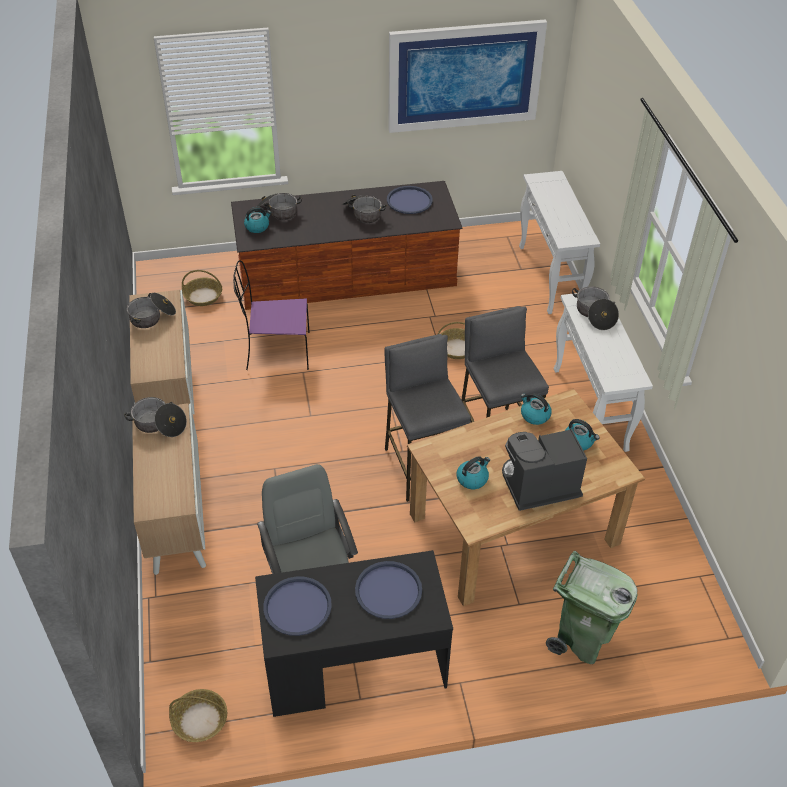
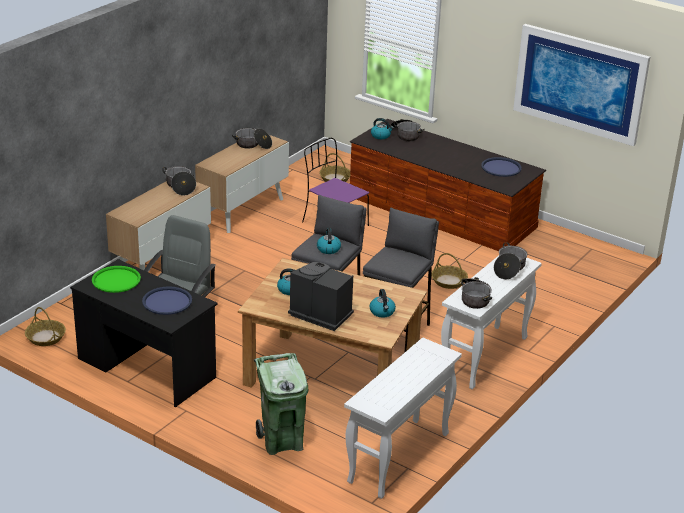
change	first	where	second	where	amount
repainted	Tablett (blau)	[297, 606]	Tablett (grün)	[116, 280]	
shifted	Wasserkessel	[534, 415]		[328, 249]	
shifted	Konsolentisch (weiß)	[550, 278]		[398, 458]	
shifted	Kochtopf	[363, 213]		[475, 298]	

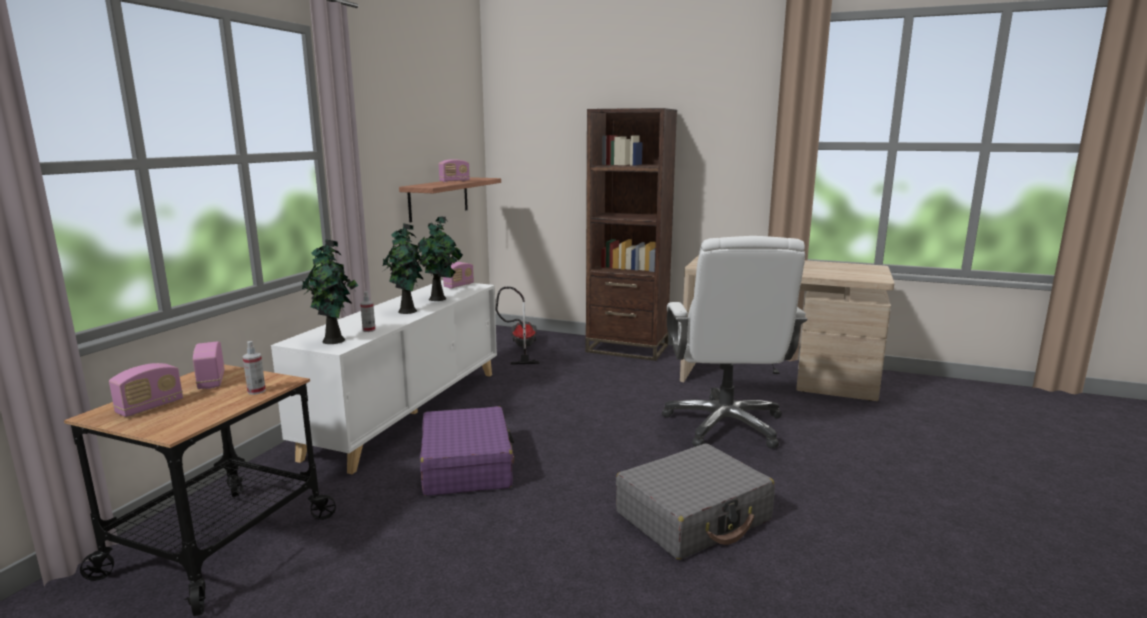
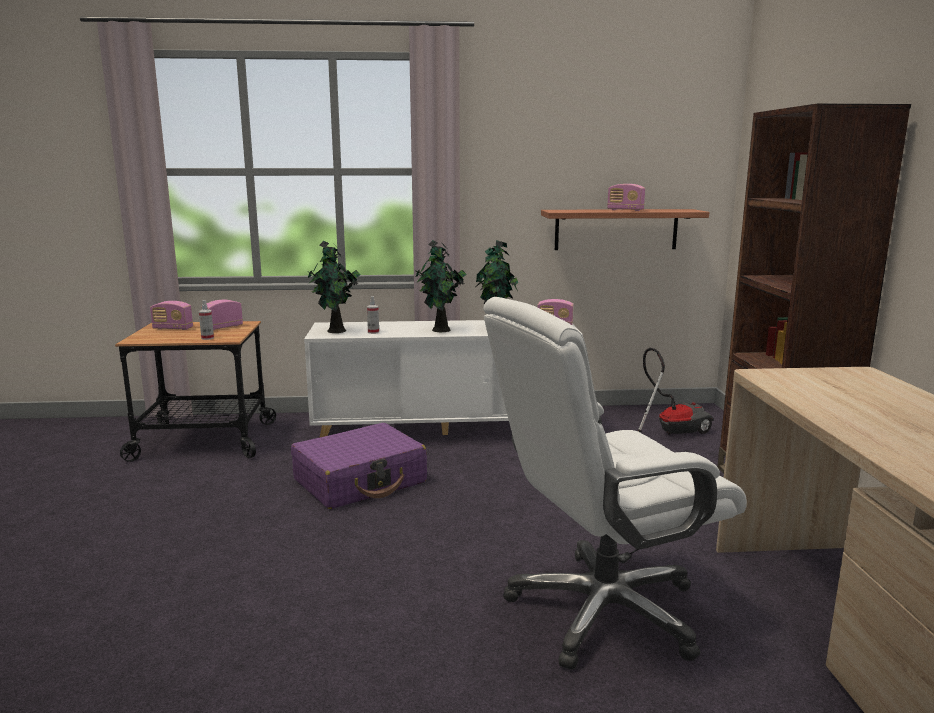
change	first	where	second	where	amount
gone	Koffer (grau)	[693, 517]			

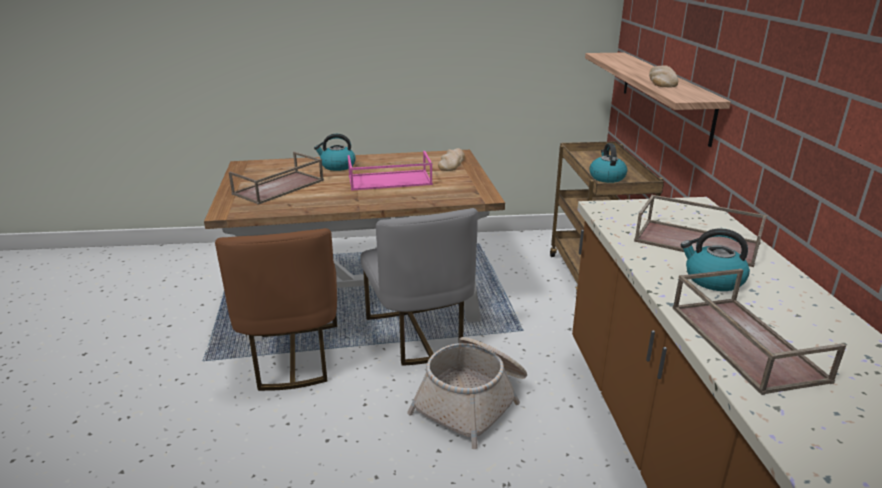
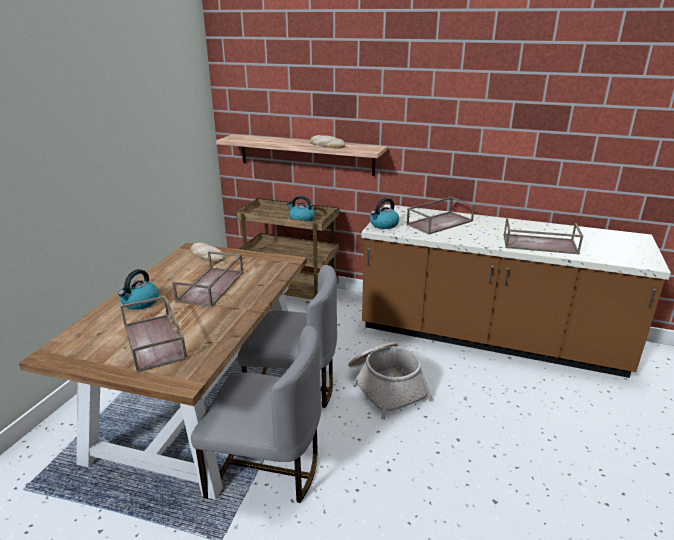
change	first	where	second	where	amount
repainted	Tablett (rosa)	[389, 181]	Tablett (braun)	[211, 287]	
repainted	Stuhl (braun)	[292, 357]	Stuhl (grau)	[266, 470]	
shifted	Wasserkessel	[713, 280]		[383, 225]	

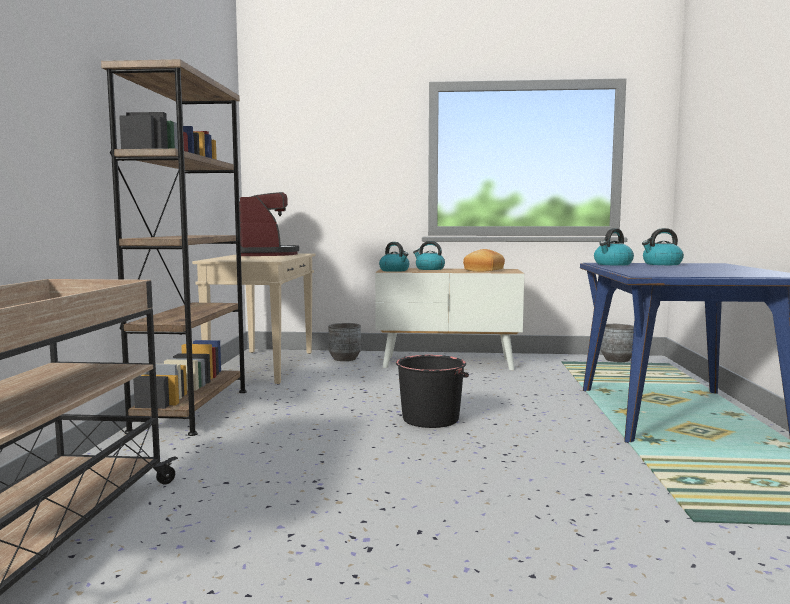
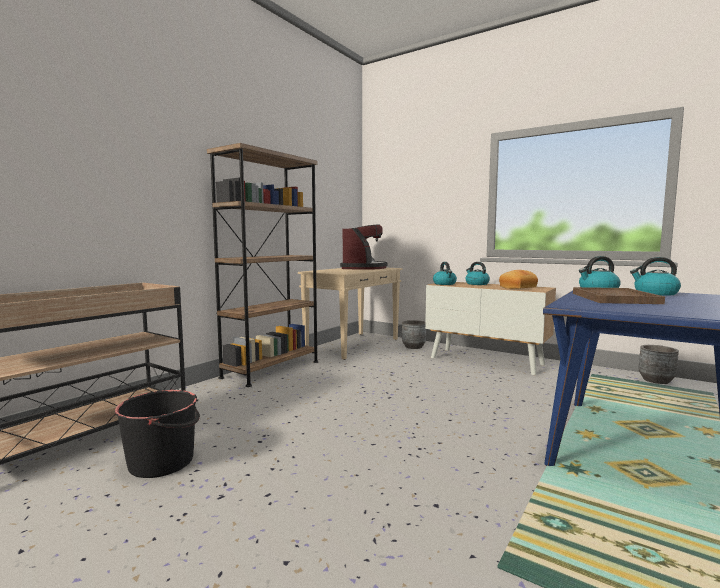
change	first	where	second	where	amount
shifted	Eimer (schwarz)	[431, 419]		[162, 462]	
new			Tablett (braun)	[614, 298]	

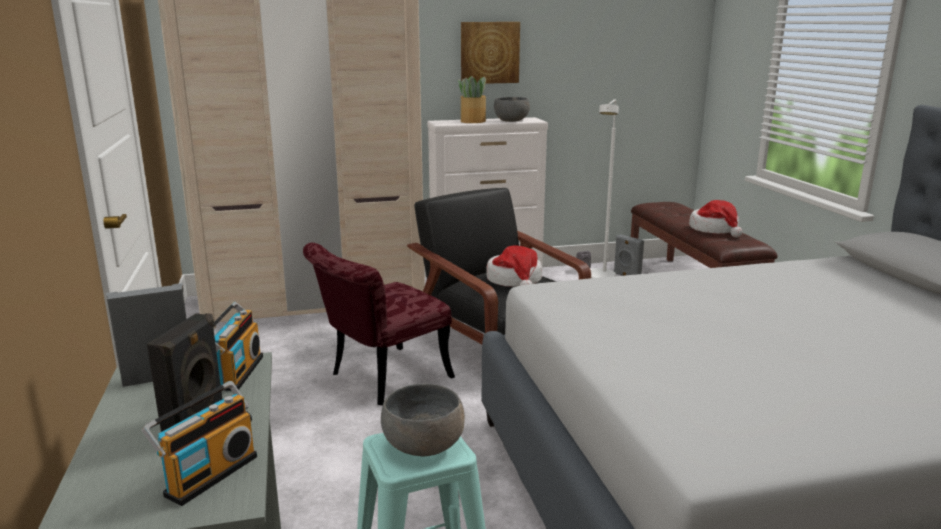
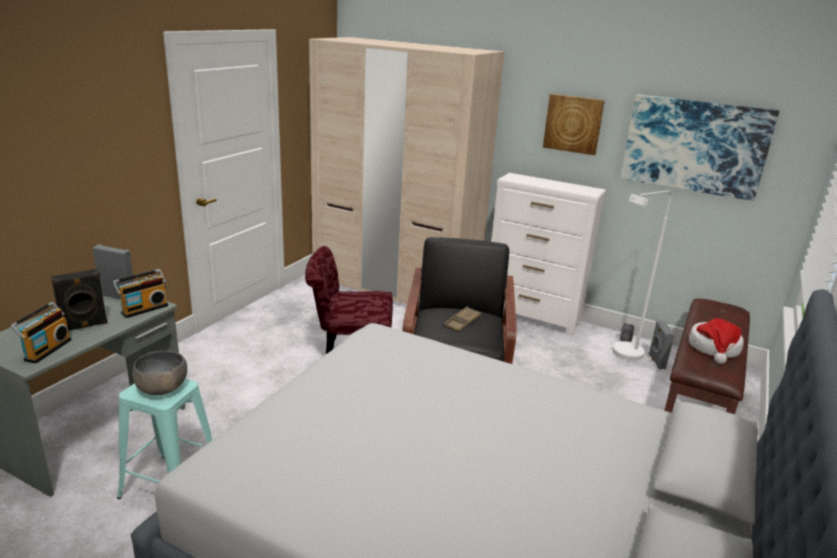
change	first	where	second	where	amount
rotated	Radio	[209, 474]		[46, 350]	60 degrees counterclockwise
swapped	Hut	[515, 280]	Tablett (braun)	[462, 322]	
new			Bild	[694, 146]	
gone	Topfpflanze	[473, 121]			
gone	Schüssel (grau)	[511, 120]			

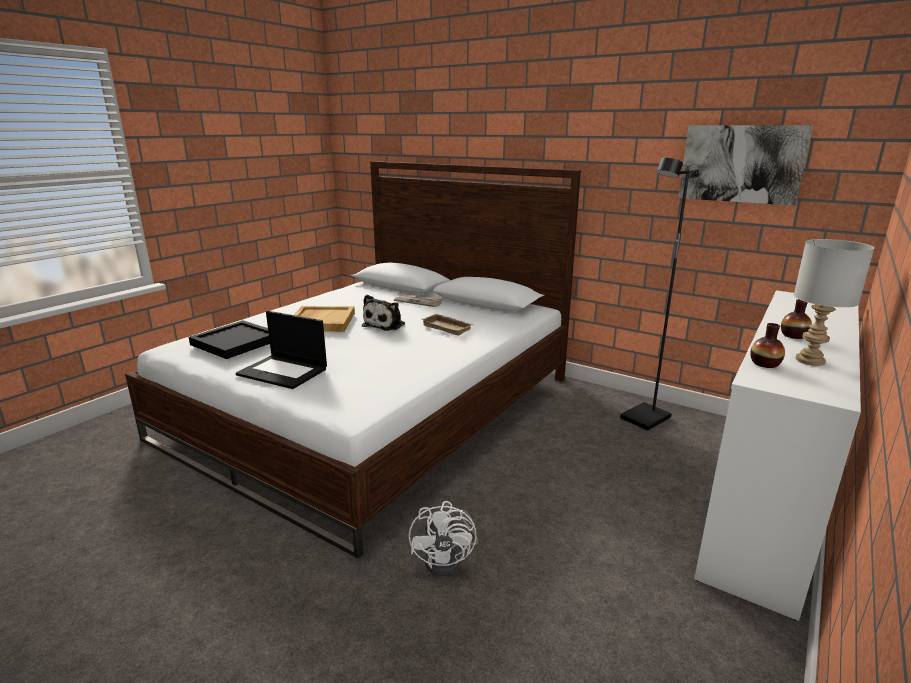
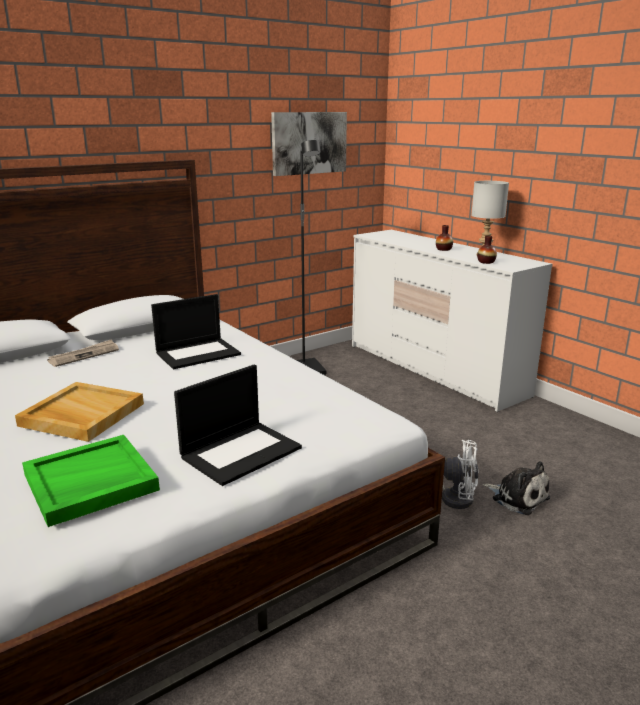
change	first	where	second	where	amount
repainted	Tablett (schwarz)	[234, 342]	Tablett (grün)	[90, 483]	
swapped	Tablett (beige)	[448, 327]	Laptop	[198, 353]	
shifted	Plüschtier	[385, 324]		[517, 497]	

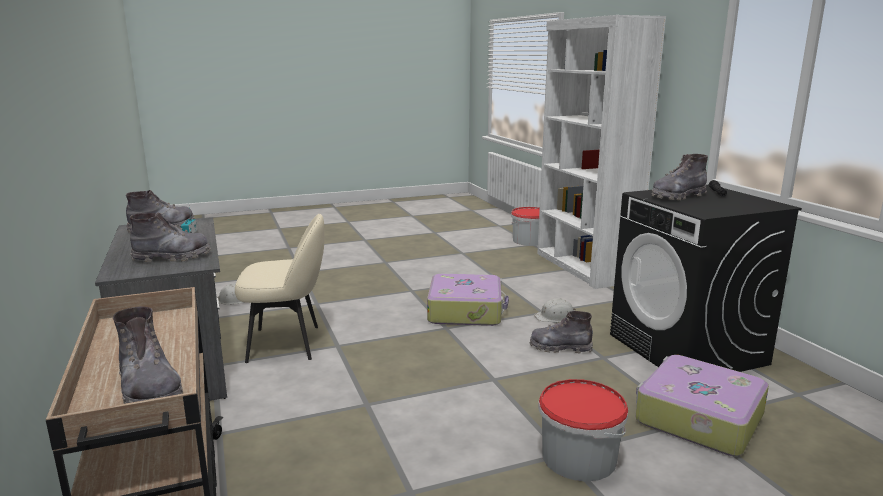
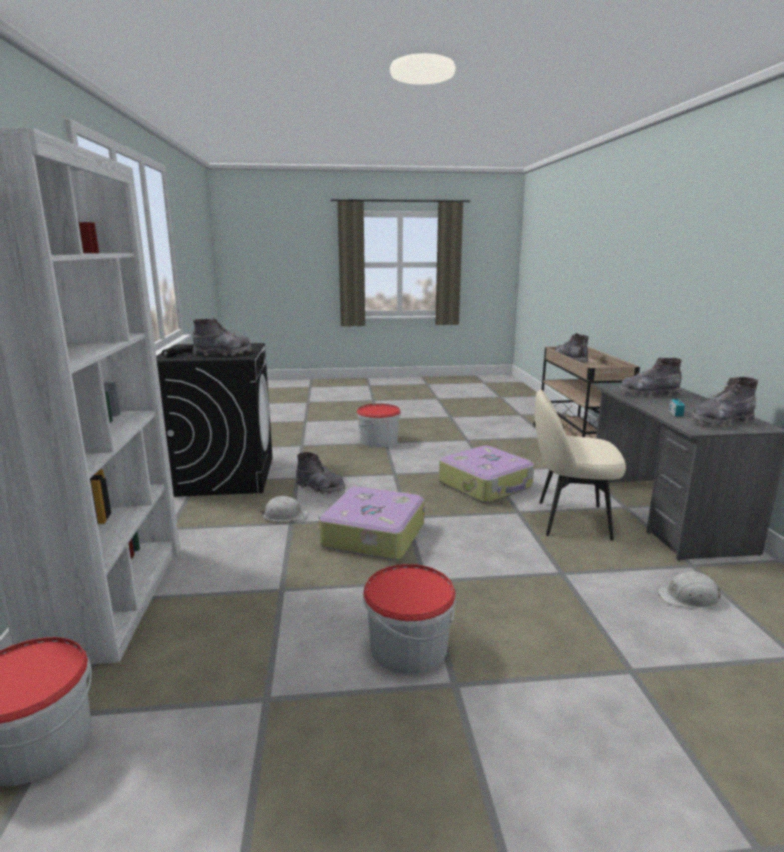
change	first	where	second	where	amount
new			Eimer	[408, 647]	
shifted	Koffer	[697, 418]		[486, 485]	

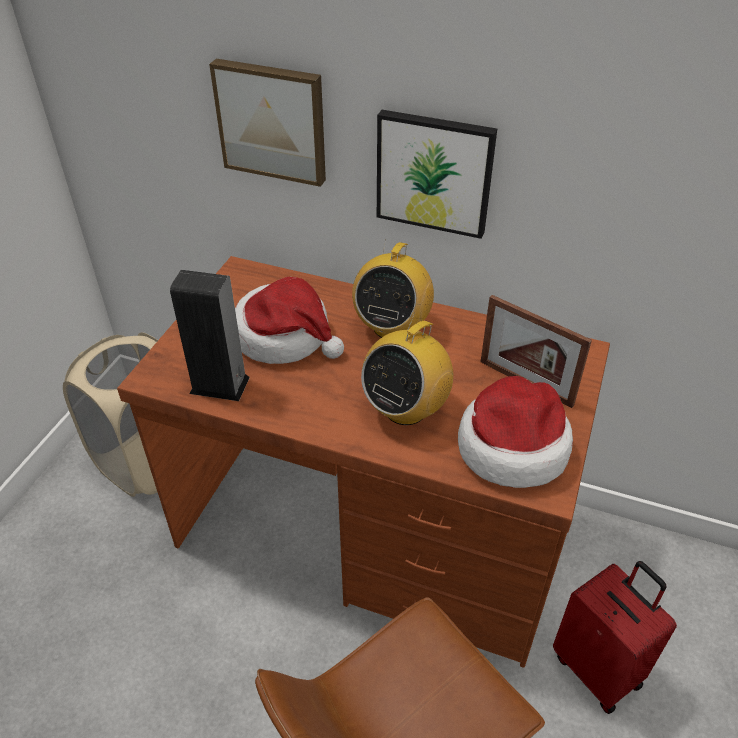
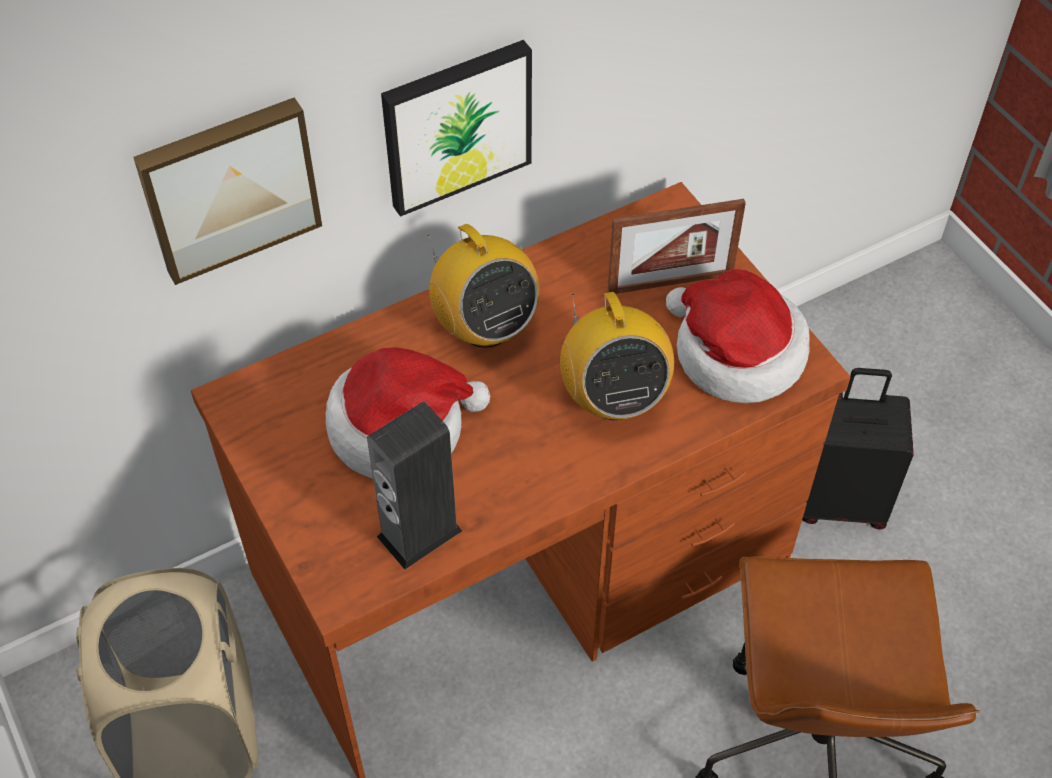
change	first	where	second	where	amount
repainted	Koffer (rot)	[598, 669]	Koffer (schwarz)	[839, 500]	

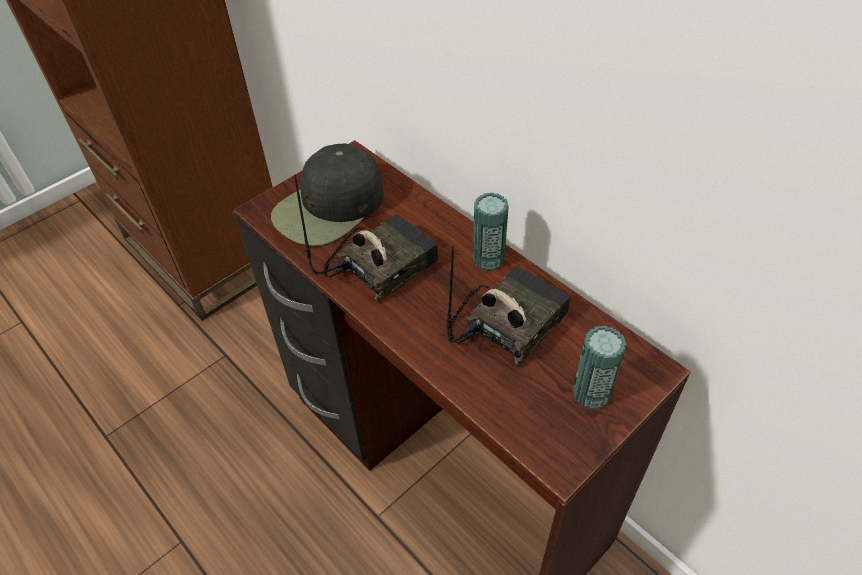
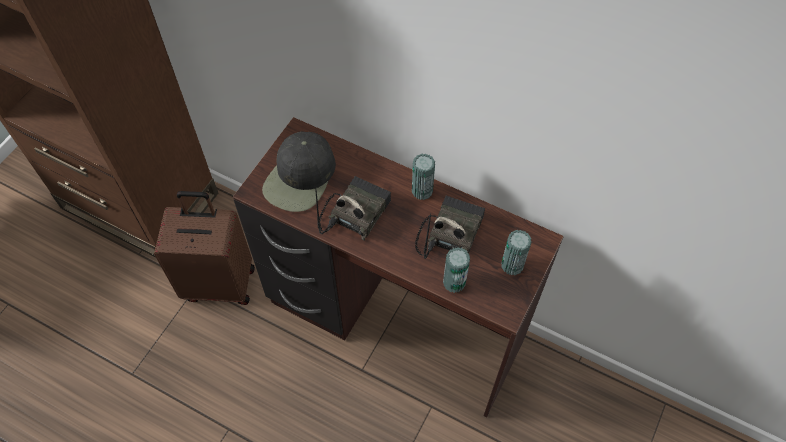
change	first	where	second	where	amount
new			Koffer (braun)	[220, 282]	
new			Dose	[454, 282]	

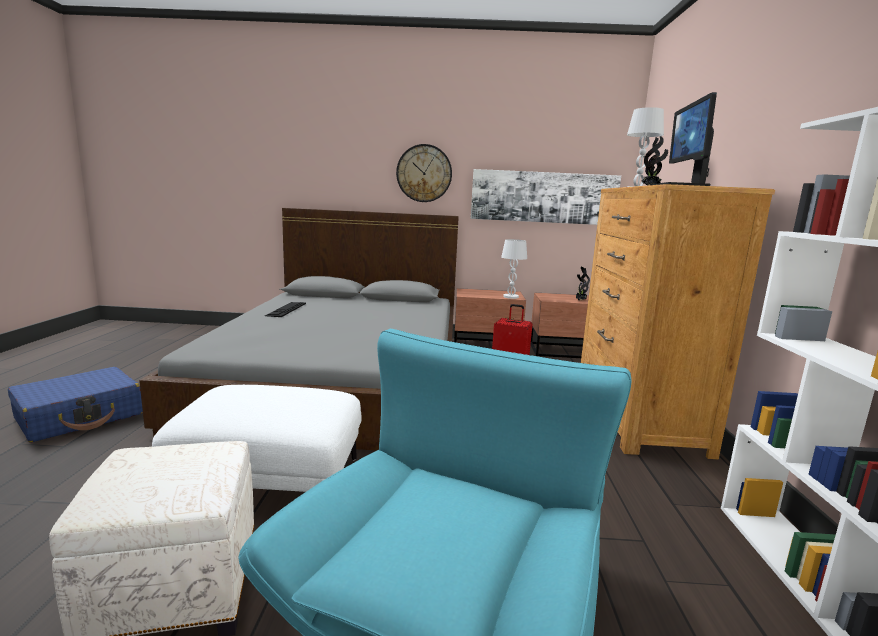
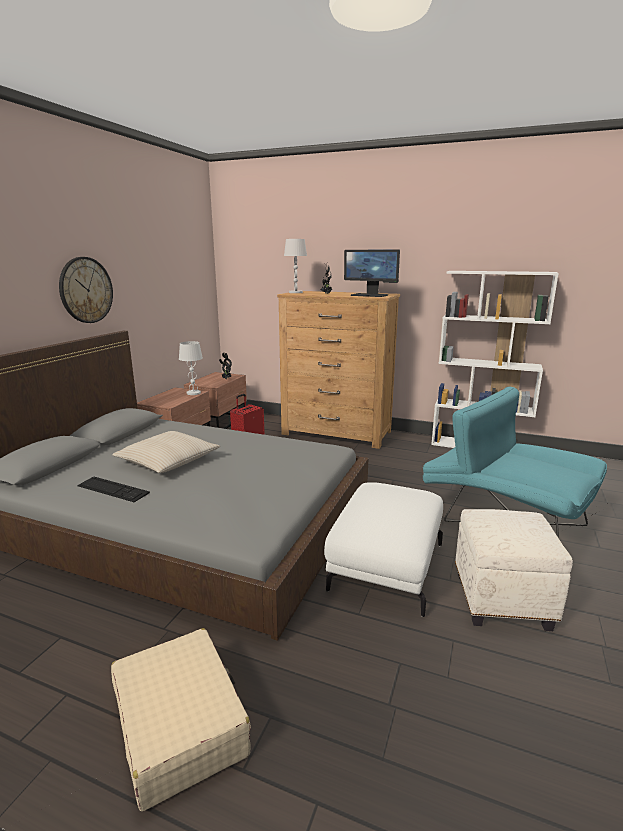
change	first	where	second	where	amount
repainted	Koffer (blau)	[80, 416]	Koffer (beige)	[180, 724]	
new			Kissen (beige)	[168, 461]	
gone	Bild	[544, 197]			

